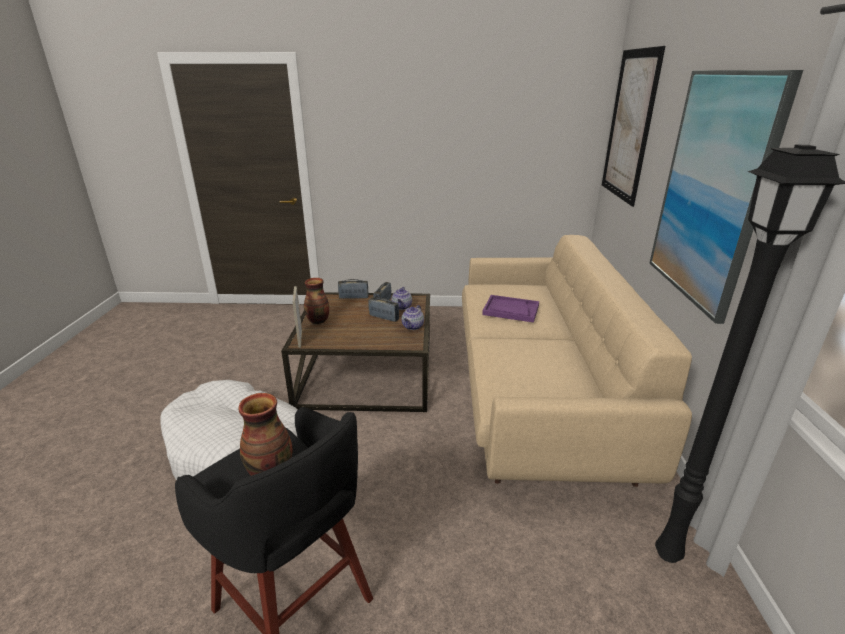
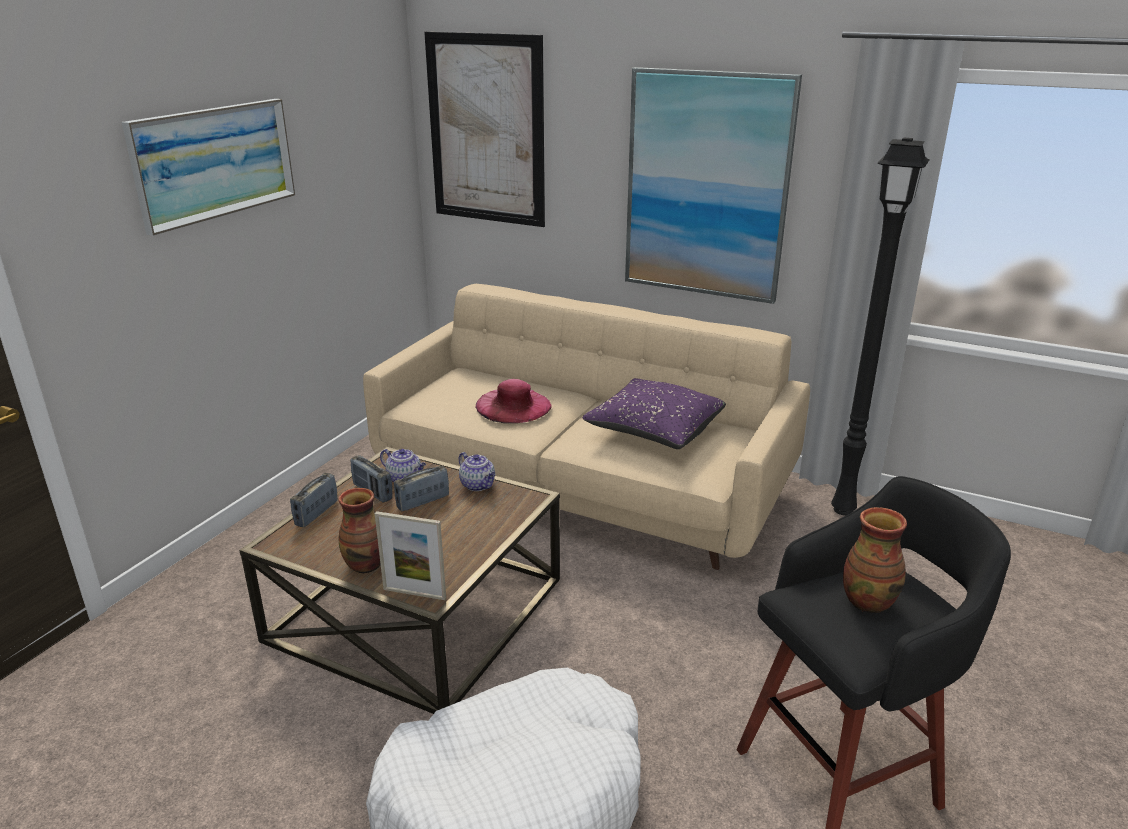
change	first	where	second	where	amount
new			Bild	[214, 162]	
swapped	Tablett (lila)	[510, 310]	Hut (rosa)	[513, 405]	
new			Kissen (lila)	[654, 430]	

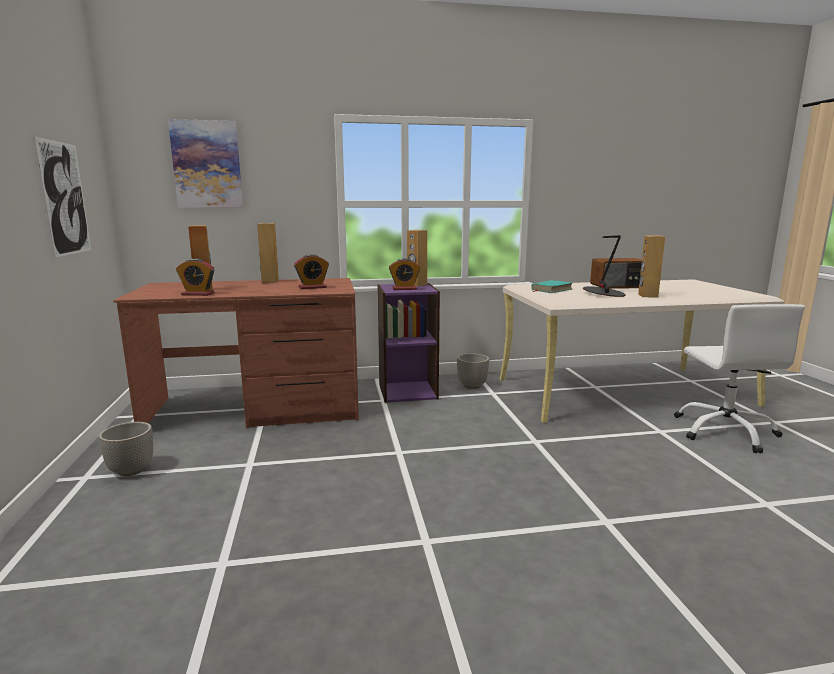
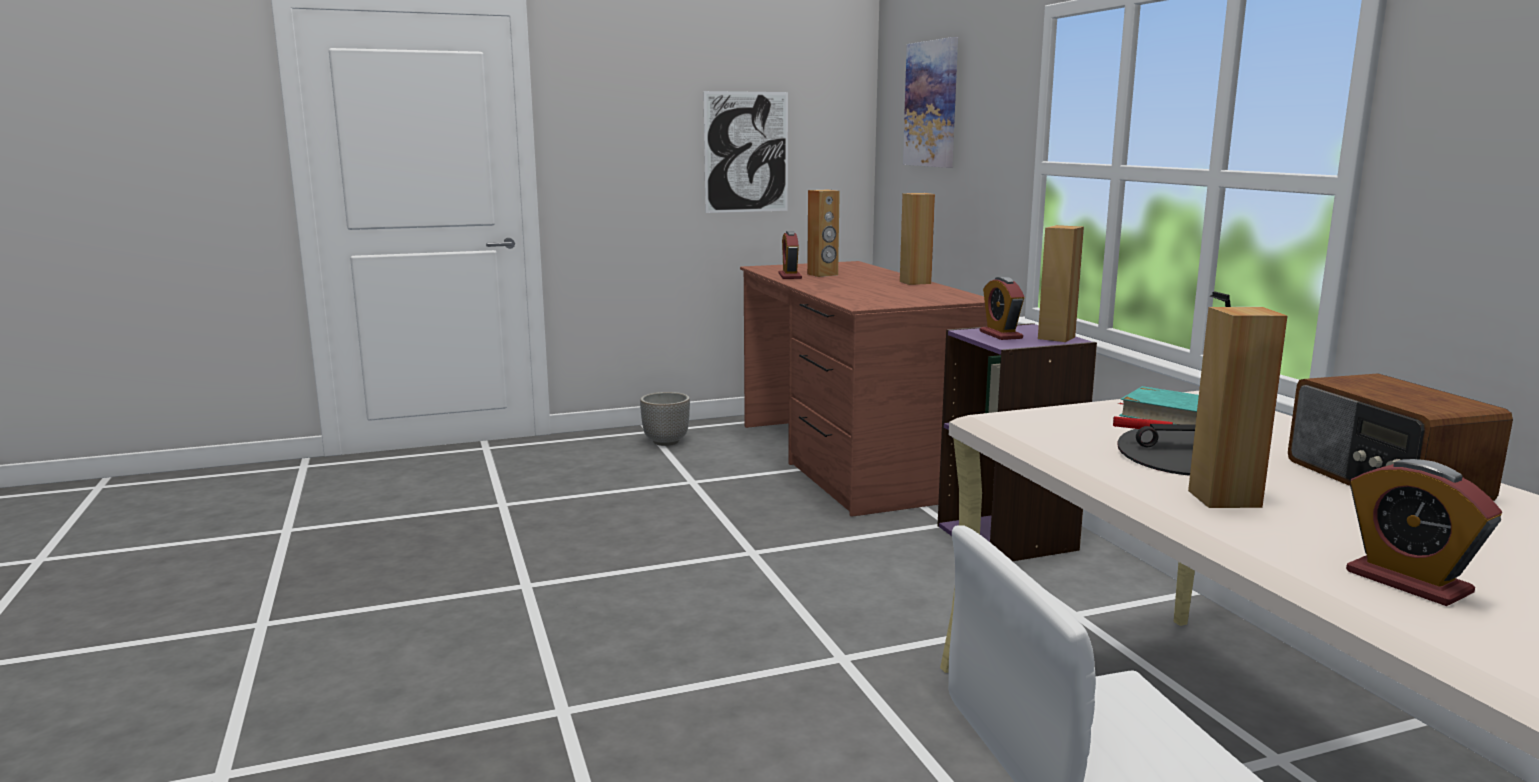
change	first	where	second	where	amount
shifted	Wecker	[312, 287]		[1408, 582]	
gone	Pflanzkübel	[472, 386]			

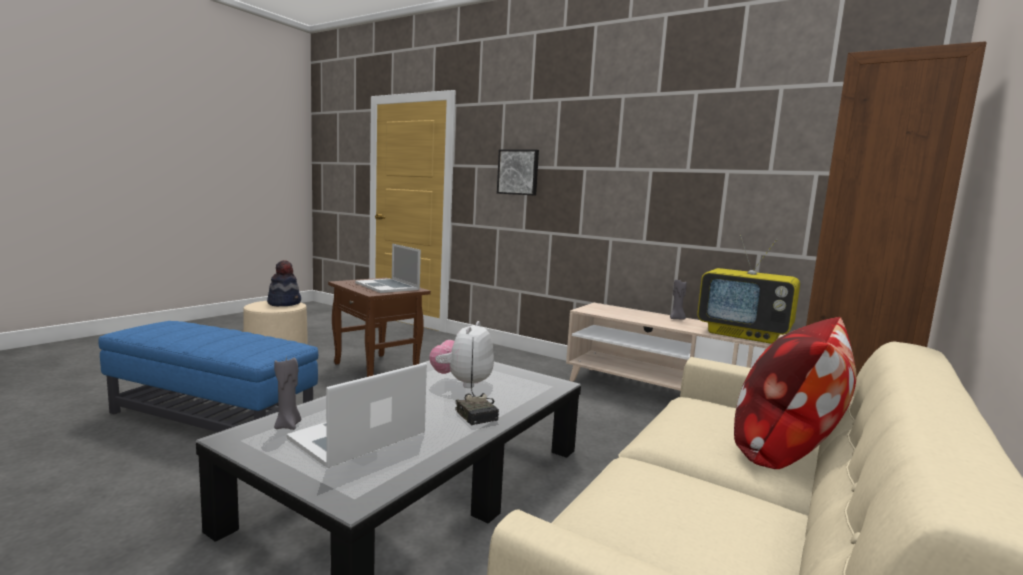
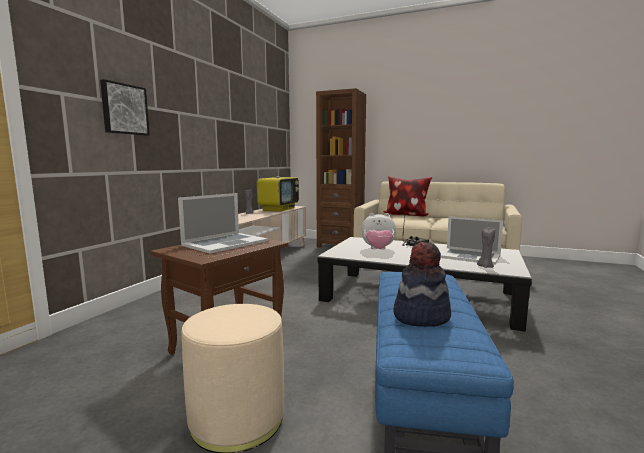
change	first	where	second	where	amount
shifted	Hut	[284, 303]		[420, 316]	

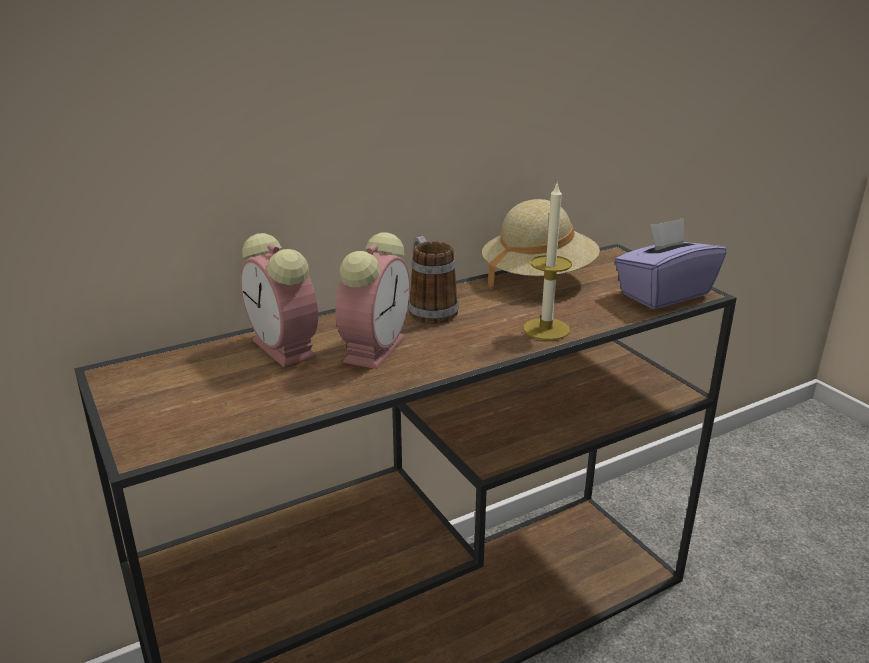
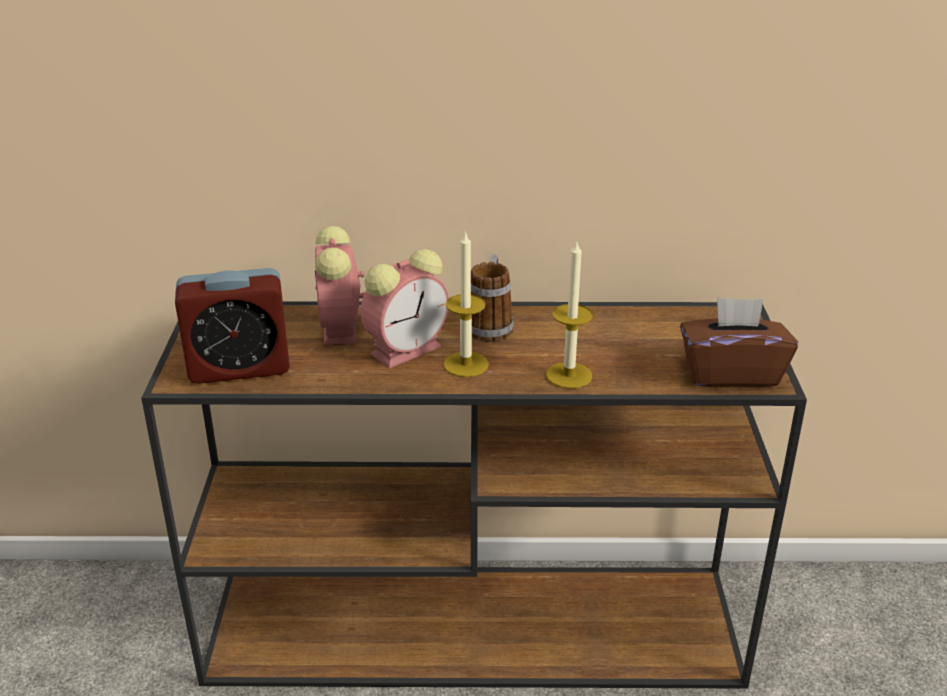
change	first	where	second	where	amount
new			Wecker	[239, 368]	
new			Kerze	[466, 364]	
repainted	Taschentuchbox (lila)	[663, 294]	Taschentuchbox (braun)	[731, 373]	
gone	Hut (beige)	[538, 277]			

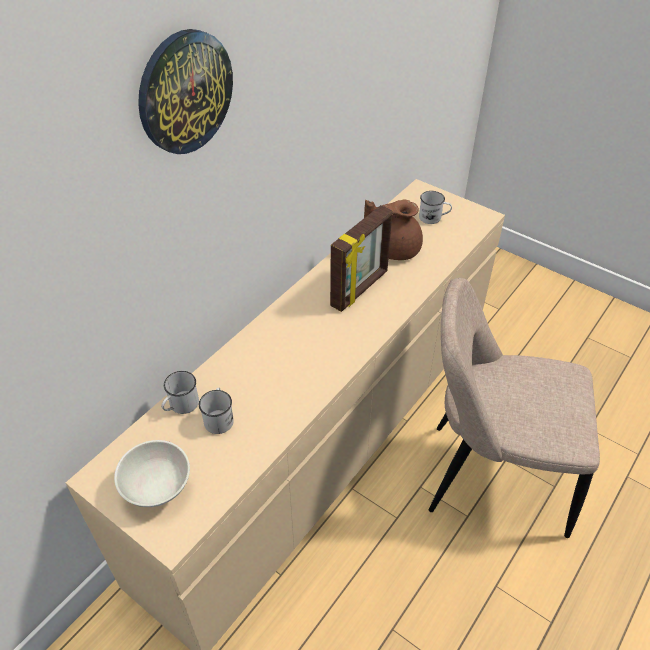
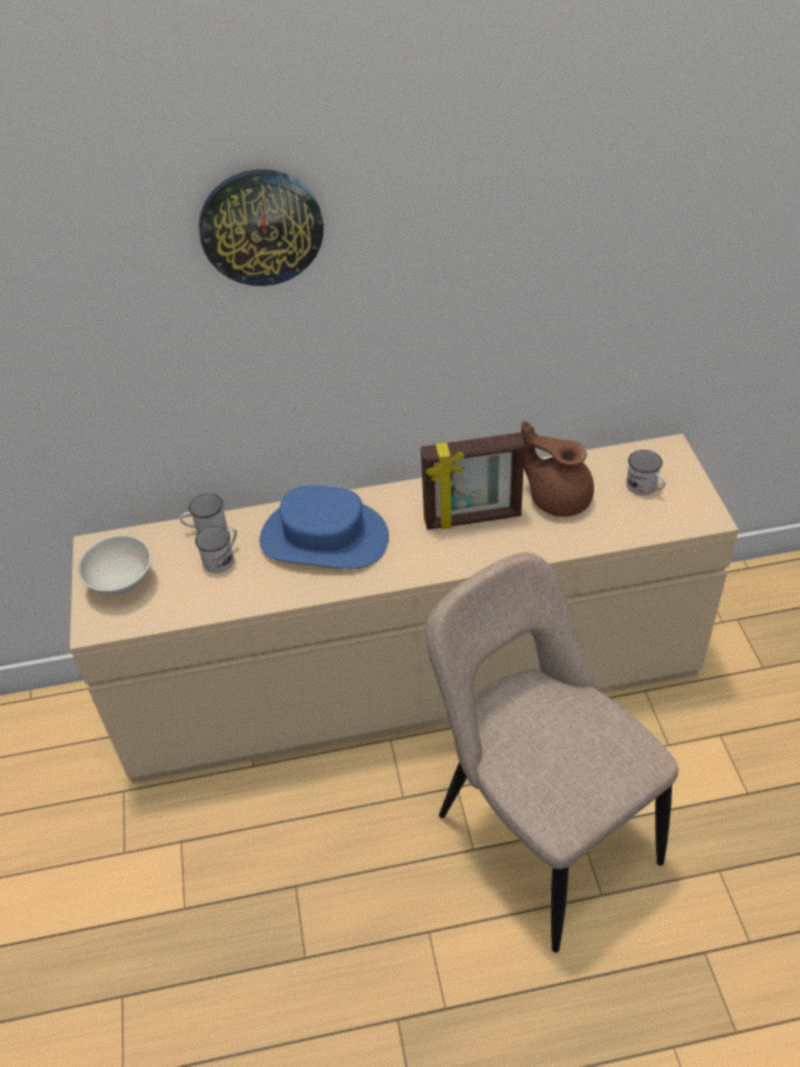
change	first	where	second	where	amount
new			Hut (blau)	[324, 538]	

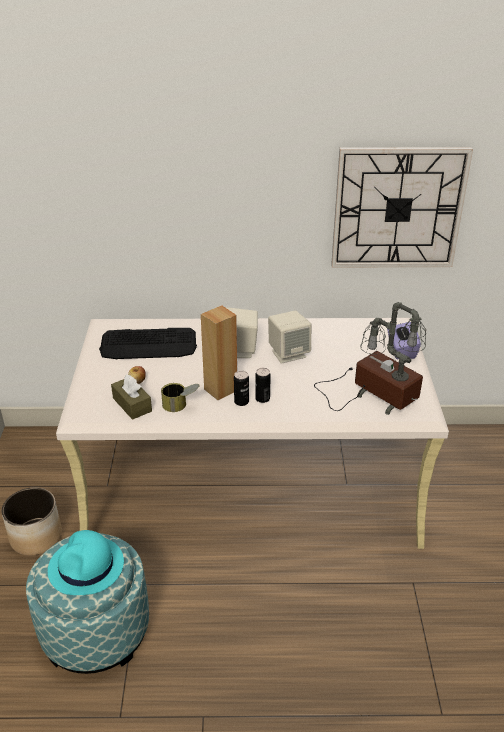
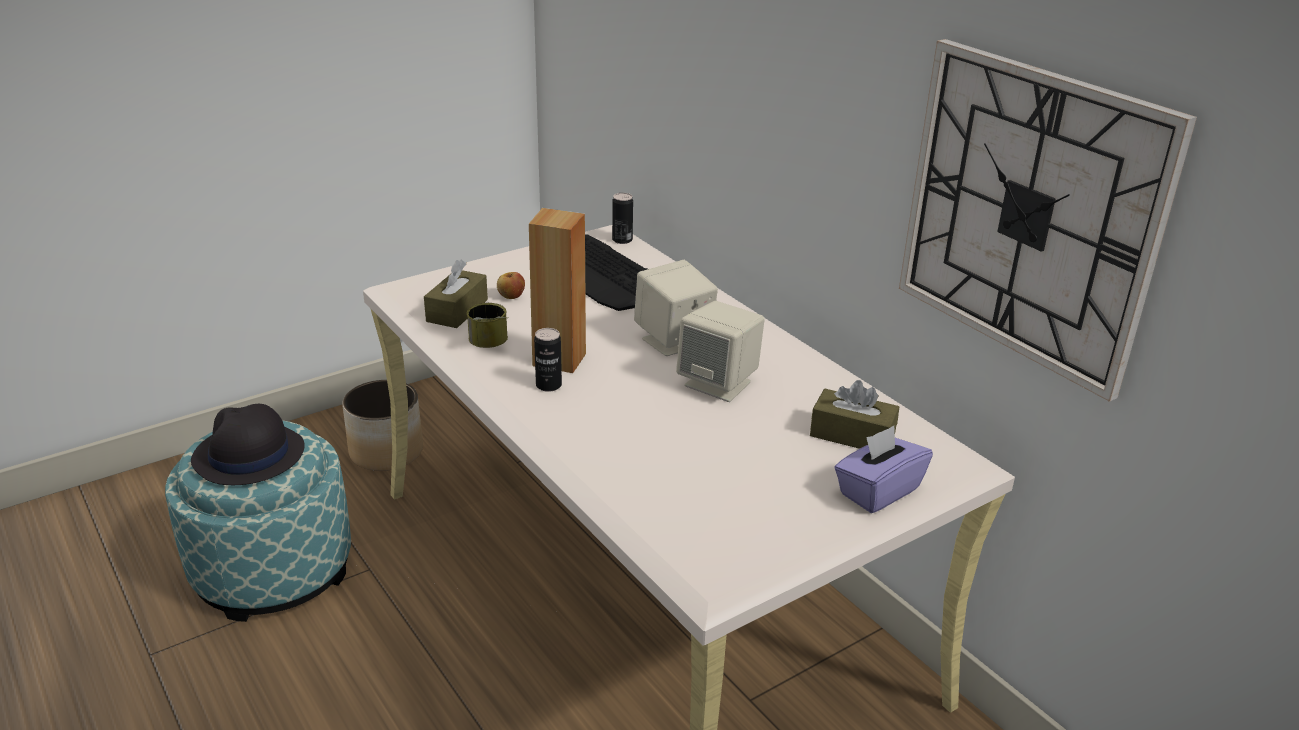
change	first	where	second	where	amount
repainted	Hut (türkis)	[86, 567]	Hut (schwarz)	[248, 456]	
shifted	Dose	[262, 398]		[622, 240]	
new			Taschentuchbox (braun)	[852, 435]	
gone	Tischlampe	[374, 395]			

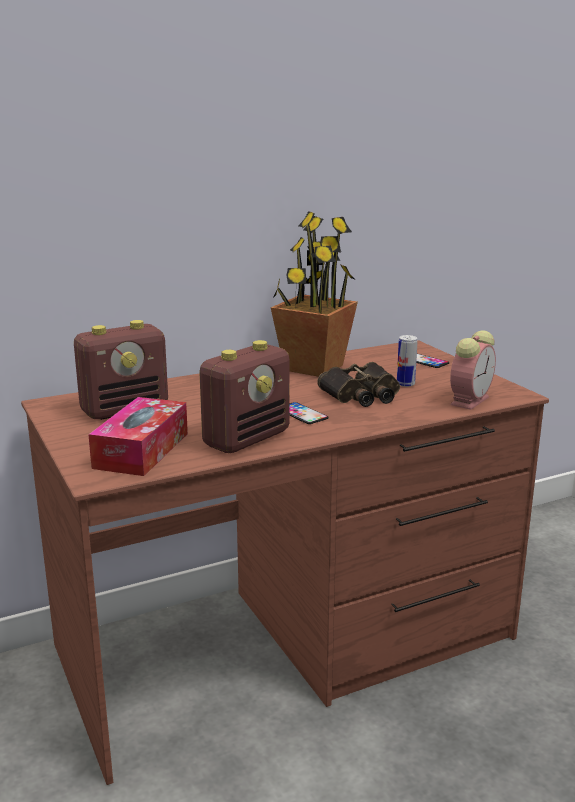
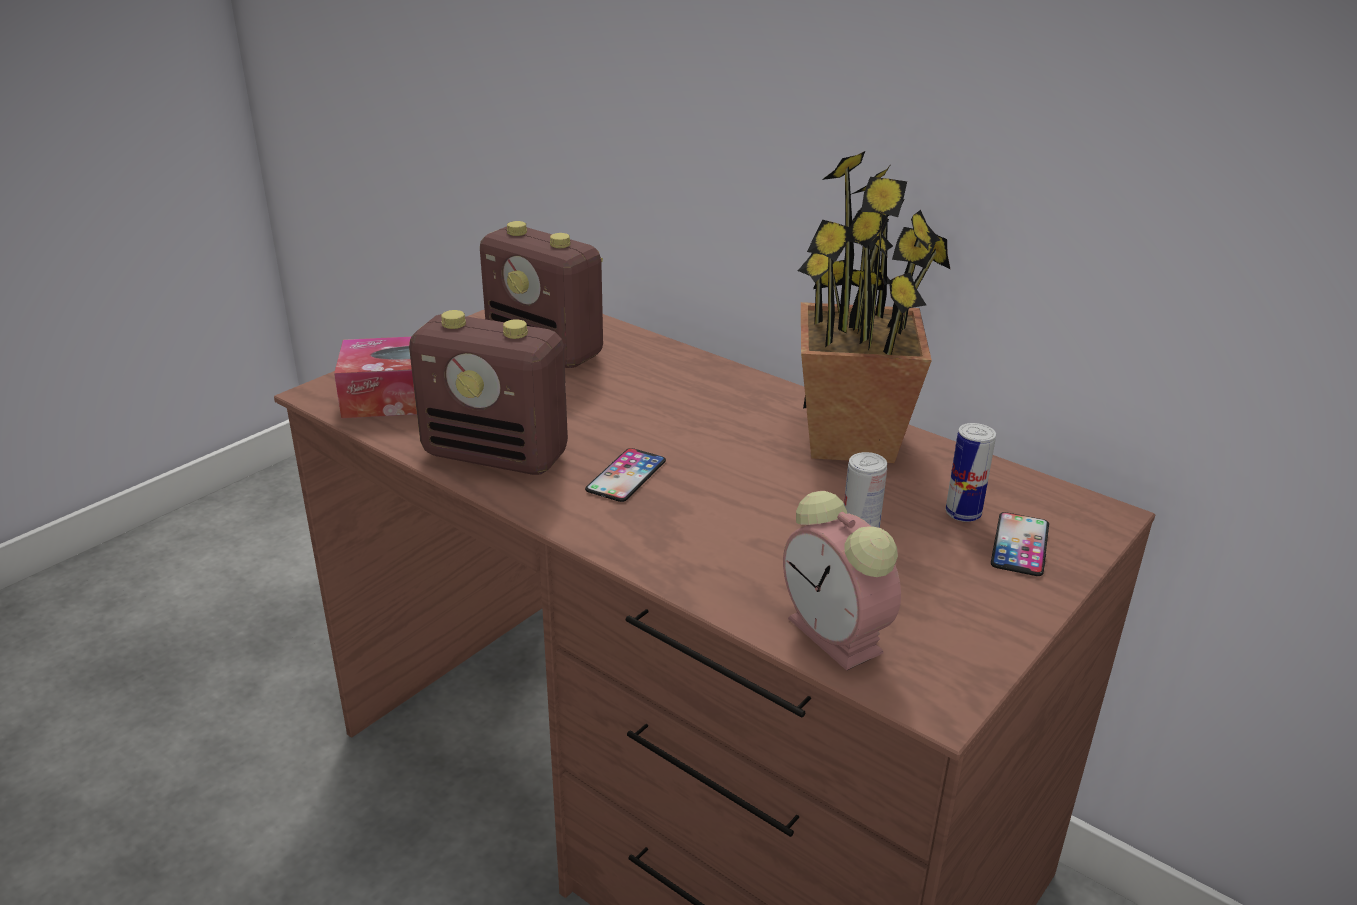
change	first	where	second	where	amount
rotated	Wecker	[470, 400]		[838, 637]	45 degrees clockwise
new			Dose	[963, 513]	
gone	Fernglas	[362, 395]			

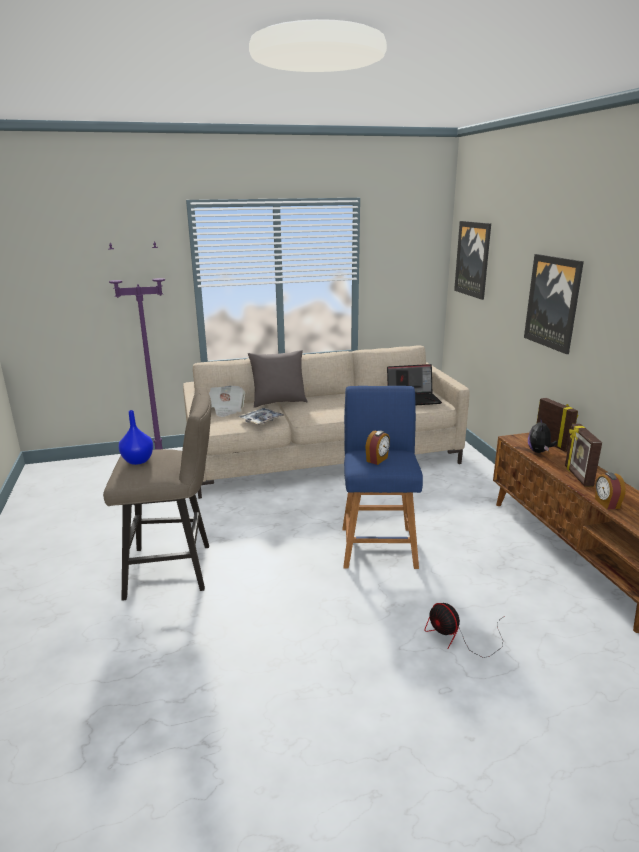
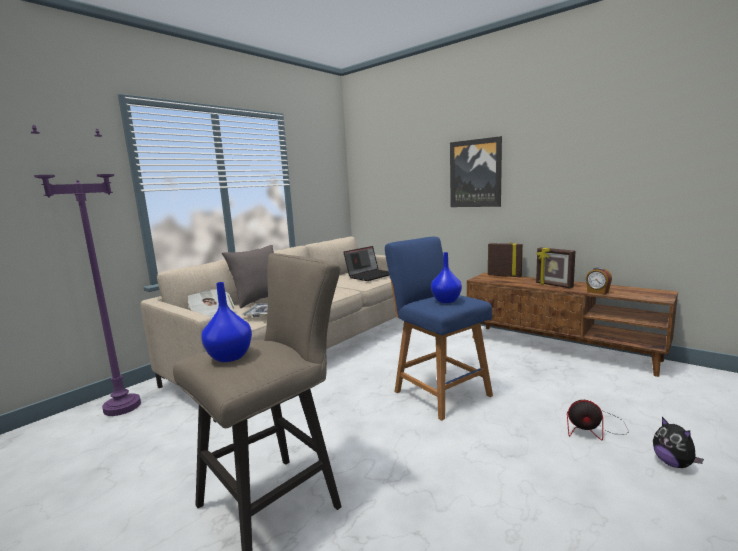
change	first	where	second	where	amount
swapped	Wecker	[377, 460]	Vase (blau)	[445, 300]	
shifted	Plüschtier	[539, 451]		[673, 463]	
gone	Bild	[473, 259]			

